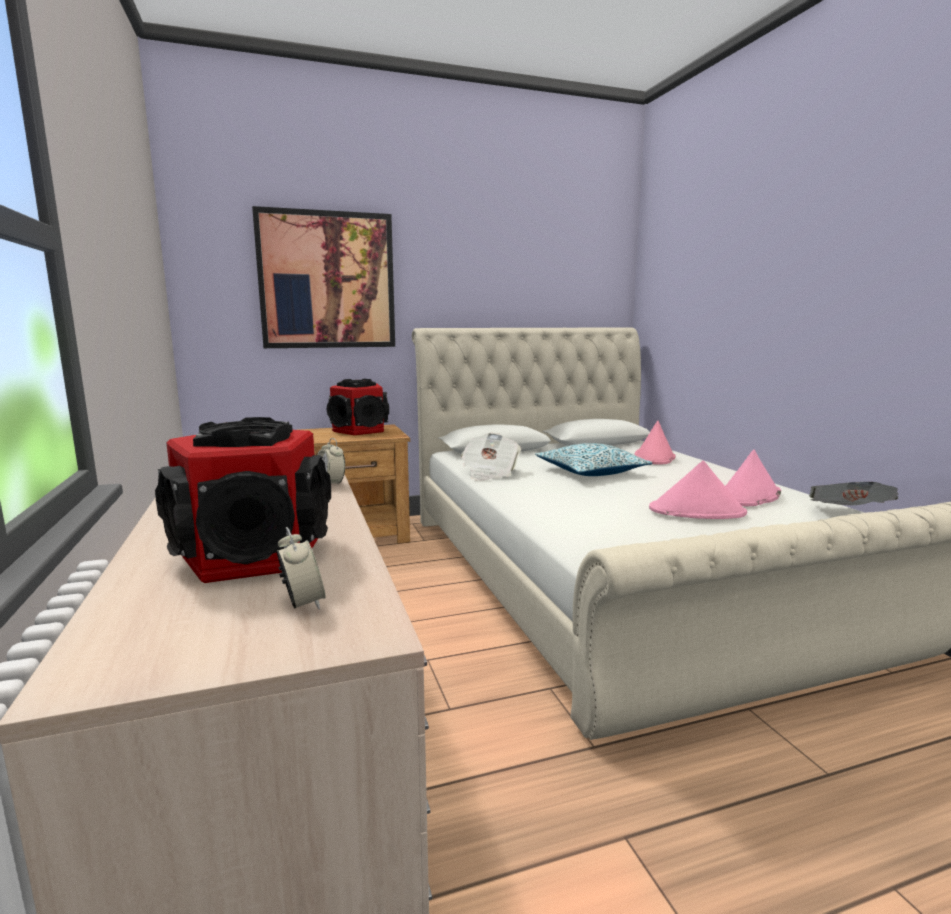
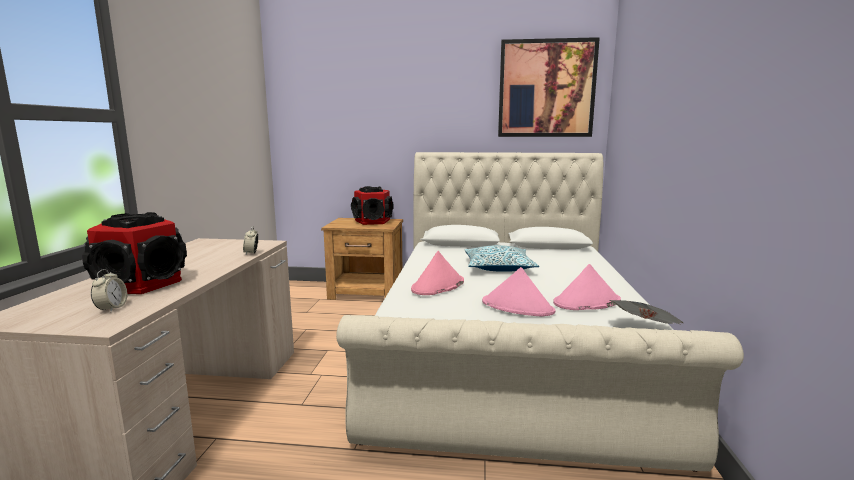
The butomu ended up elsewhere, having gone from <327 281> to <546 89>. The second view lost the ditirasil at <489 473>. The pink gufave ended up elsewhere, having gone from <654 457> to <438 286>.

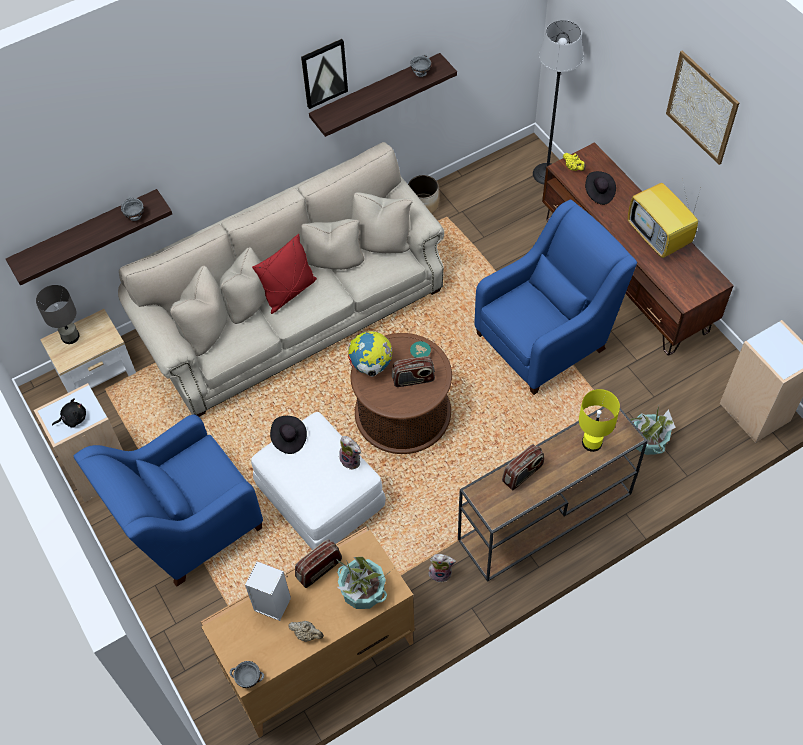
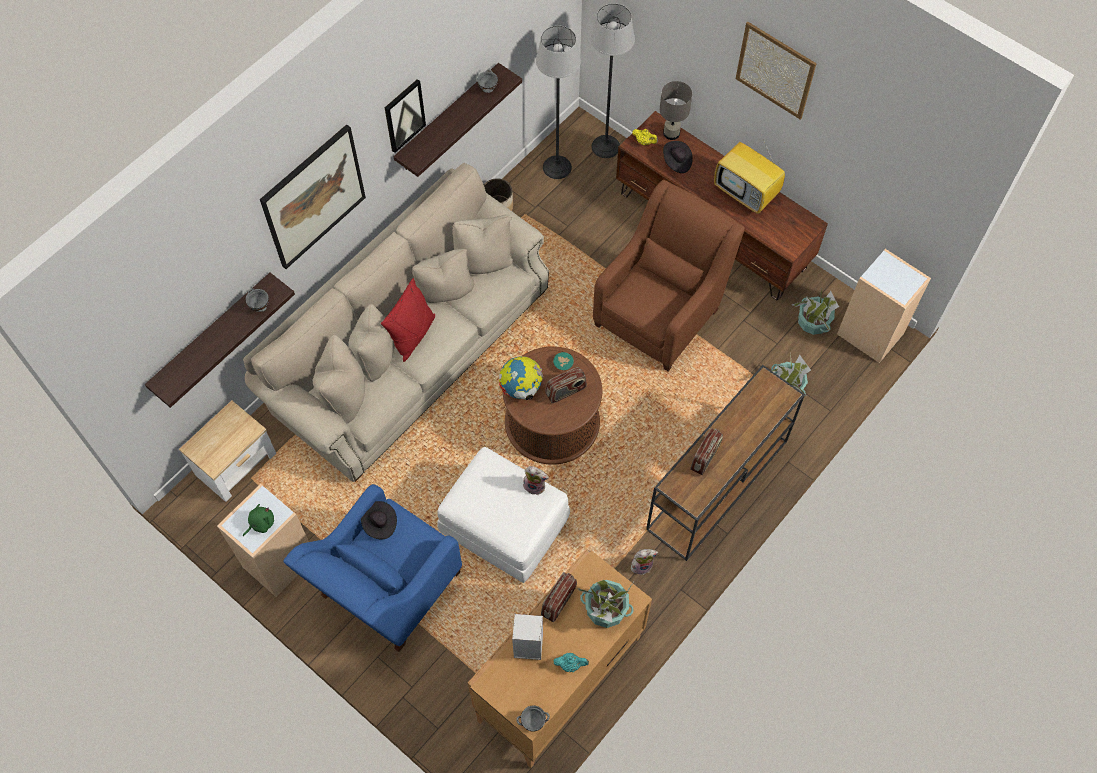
The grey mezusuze ended up elsewhere, having gone from <70 337> to <671 133>. What was the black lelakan at <73 418> turned into the green lelakan at <260 523>. The black gufave ended up elsewhere, having gone from <289 439> to <379 524>. What was the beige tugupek at <307 634> turned into the turquoise tugupek at <570 664>. What was the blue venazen at <546 338> turned into the brown venazen at <660 312>. The second view lost the yellow mezusuze at <592 442>. The second view gained the butomu at <313 197>. The second view gained the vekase at <557 167>. The second view gained the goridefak at <813 322>.

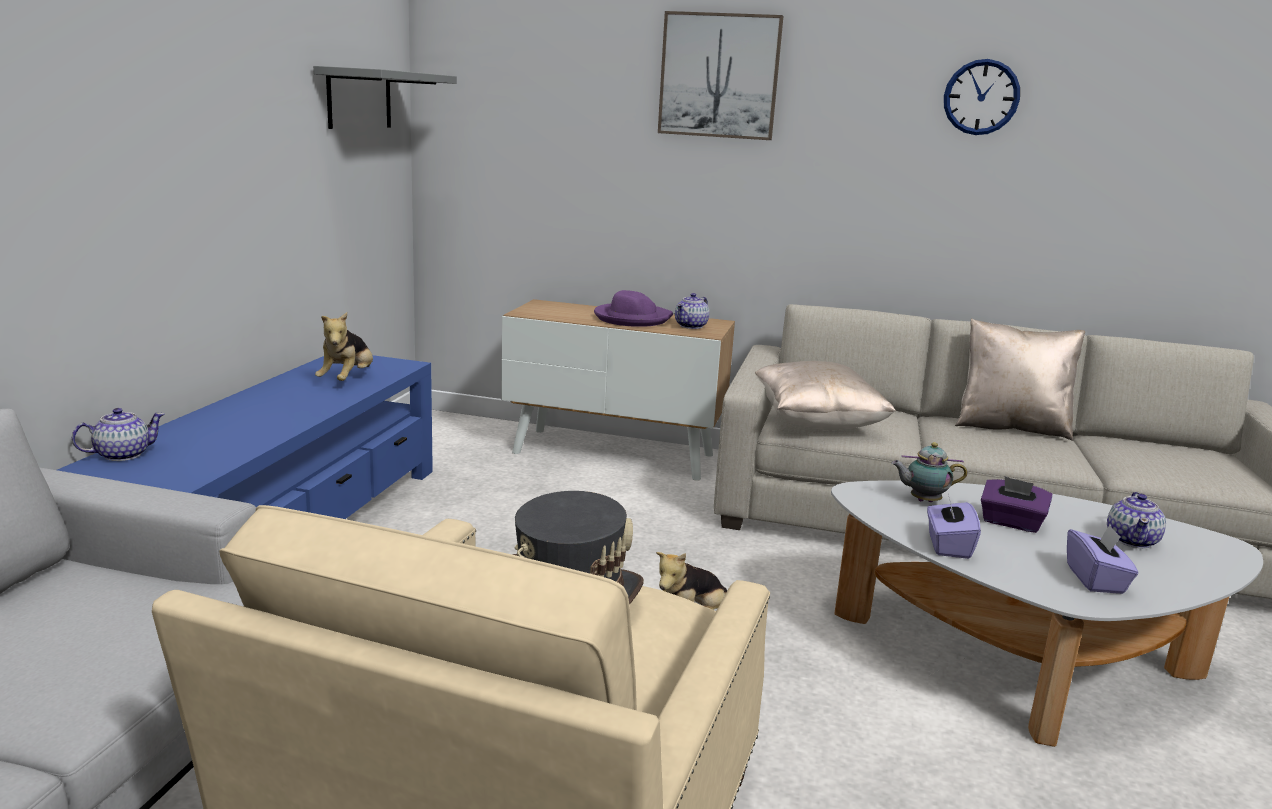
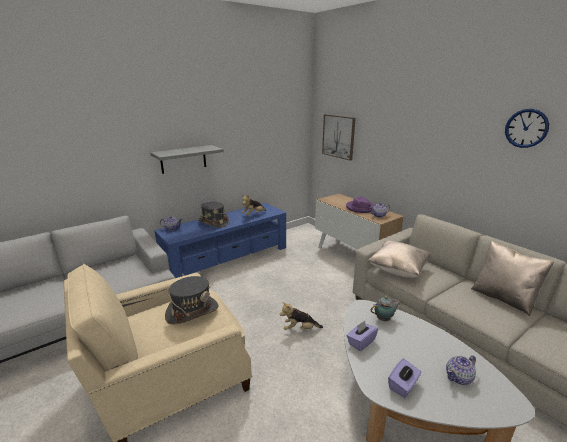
The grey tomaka ended up elsewhere, having gone from <359 99> to <183 159>. The butomu ended up elsewhere, having gone from <719 76> to <338 136>. The tugupek at <922 501> ended up facing another way, 120 degrees clockwise from before. The second view lost the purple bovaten at <1011 523>. The second view gained the grey gufave at <213 222>.

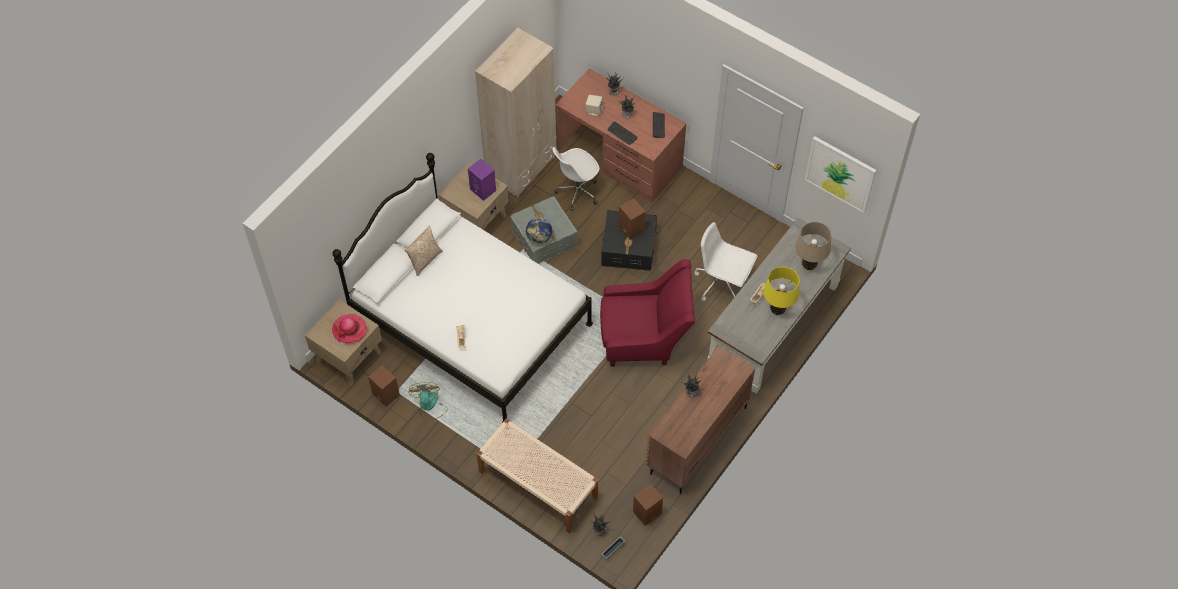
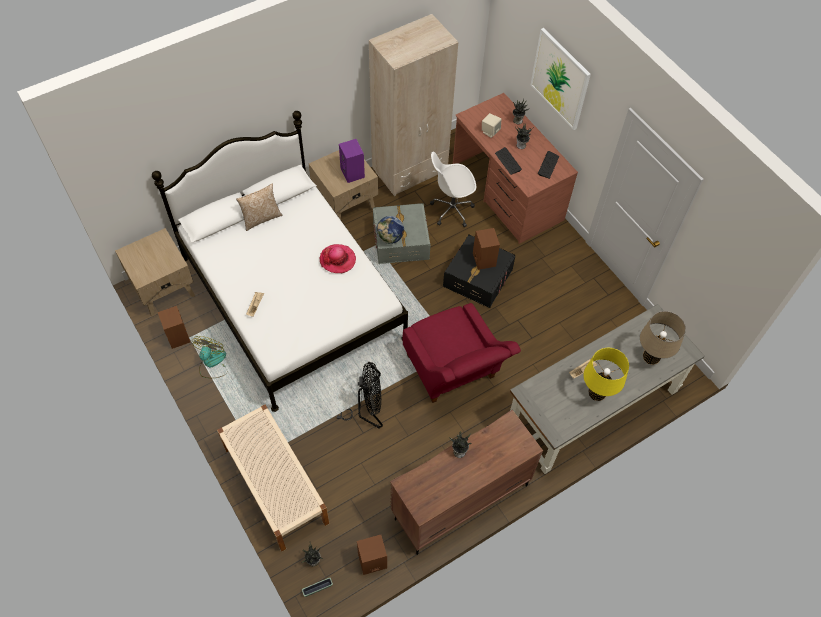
The gufave ended up elsewhere, having gone from <349 329> to <337 260>. The red venazen at <644 338> ended up facing another way, 45 degrees clockwise from before. The second view lost the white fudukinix at <722 285>. The butomu ended up elsewhere, having gone from <840 174> to <560 79>. The second view gained the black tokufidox at <366 405>.

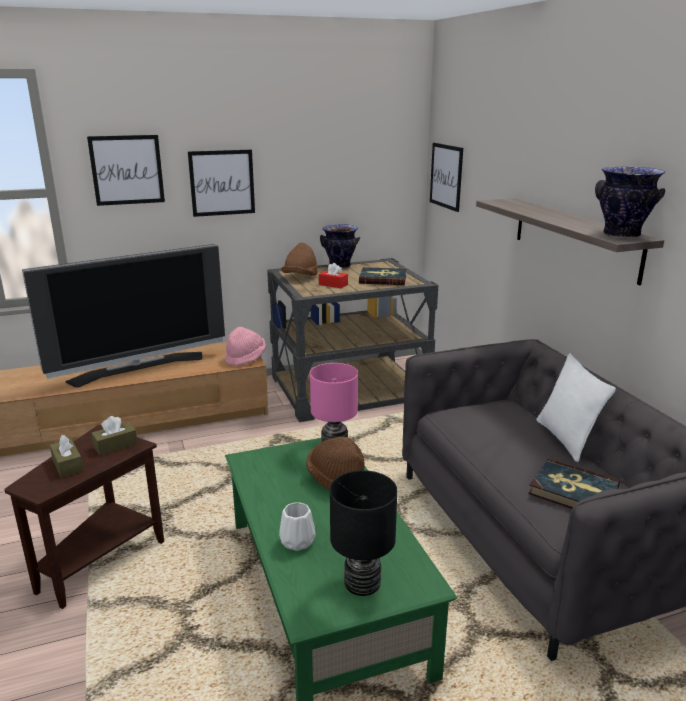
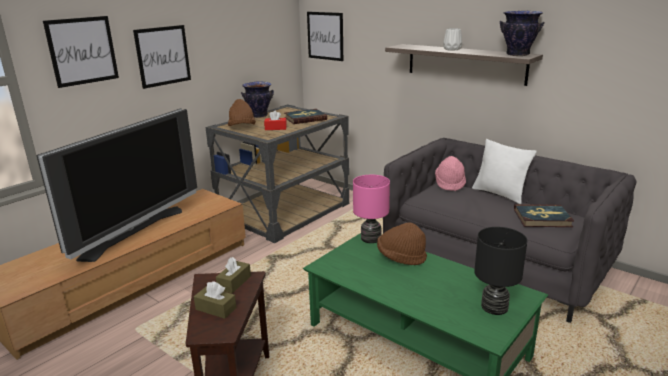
The pink gufave ended up elsewhere, having gone from <245 358> to <450 184>. The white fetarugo ended up elsewhere, having gone from <297 542> to <452 49>.

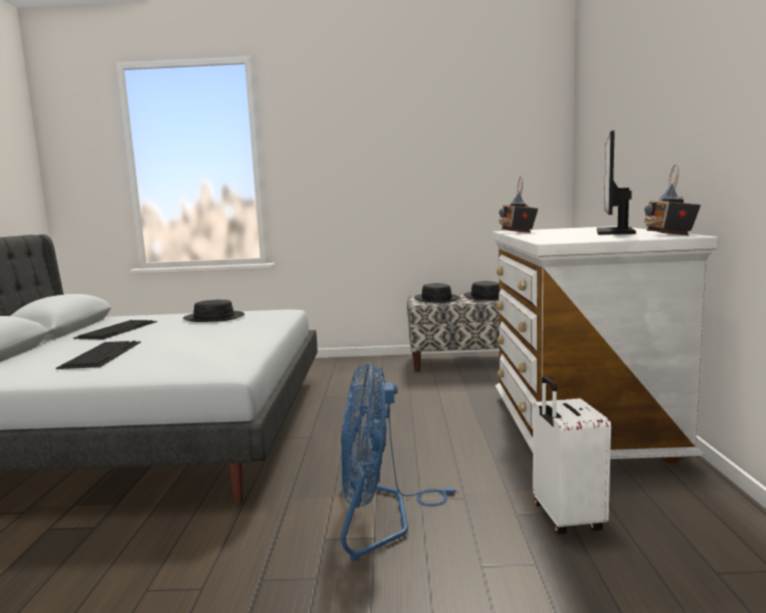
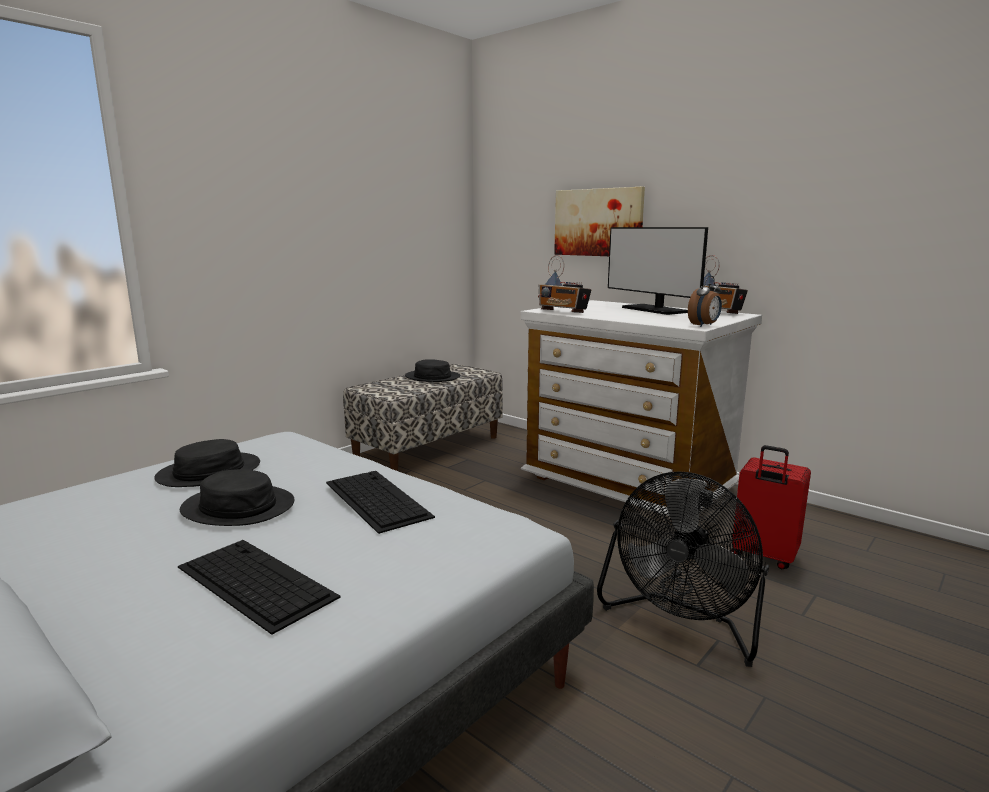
The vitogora ended up elsewhere, having gone from <118 329> to <375 499>. What was the blue tokufidox at <382 513> turned into the black tokufidox at <678 618>. The black gufave ended up elsewhere, having gone from <436 299> to <238 507>. What was the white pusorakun at <565 519> turned into the red pusorakun at <763 556>. The second view gained the butomu at <598 222>. The second view gained the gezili at <704 325>.

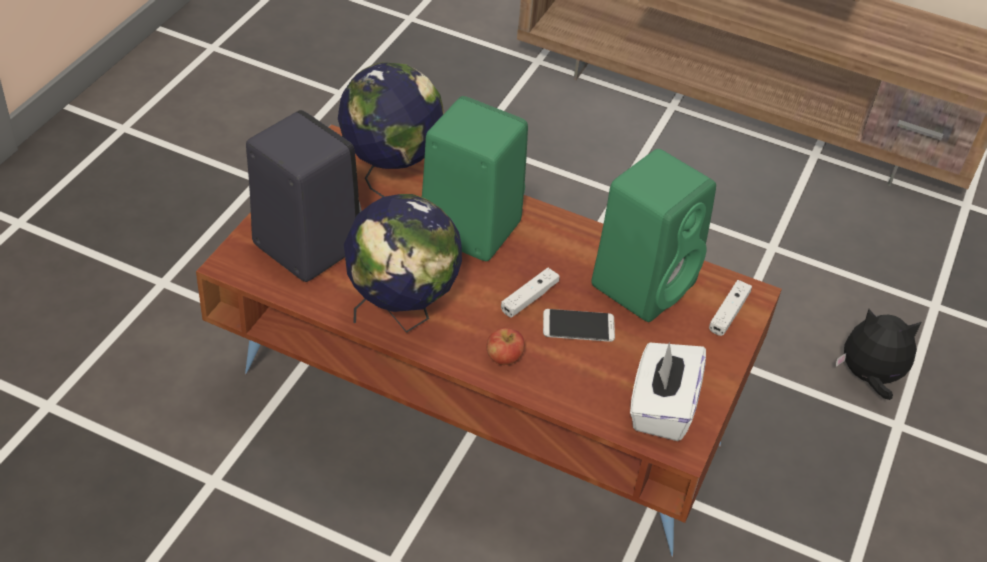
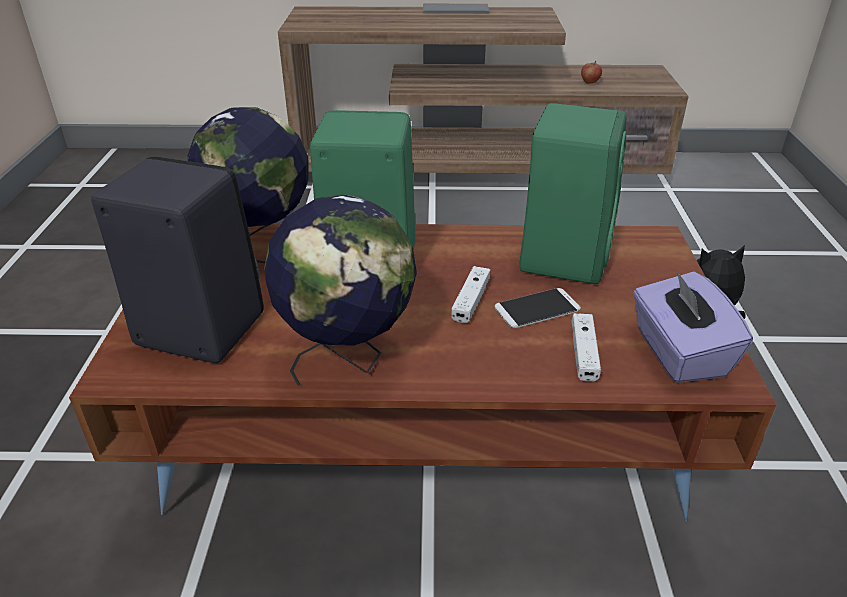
The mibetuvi ended up elsewhere, having gone from <503 358> to <589 82>. What was the white bovaten at <661 408> turned into the purple bovaten at <678 353>. The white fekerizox ended up elsewhere, having gone from <728 313> to <583 353>.

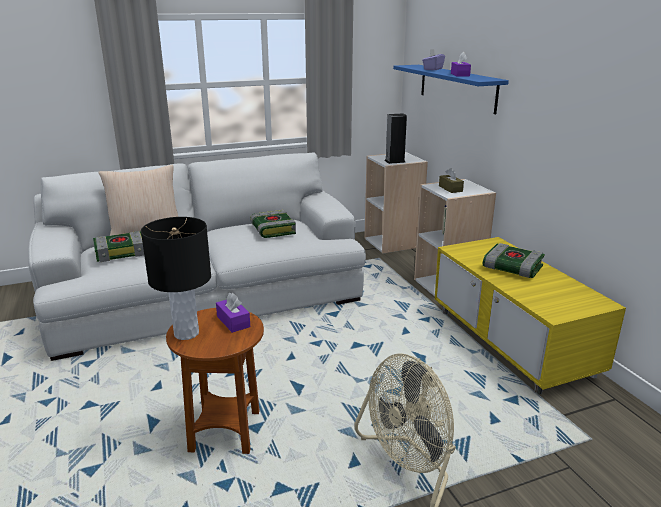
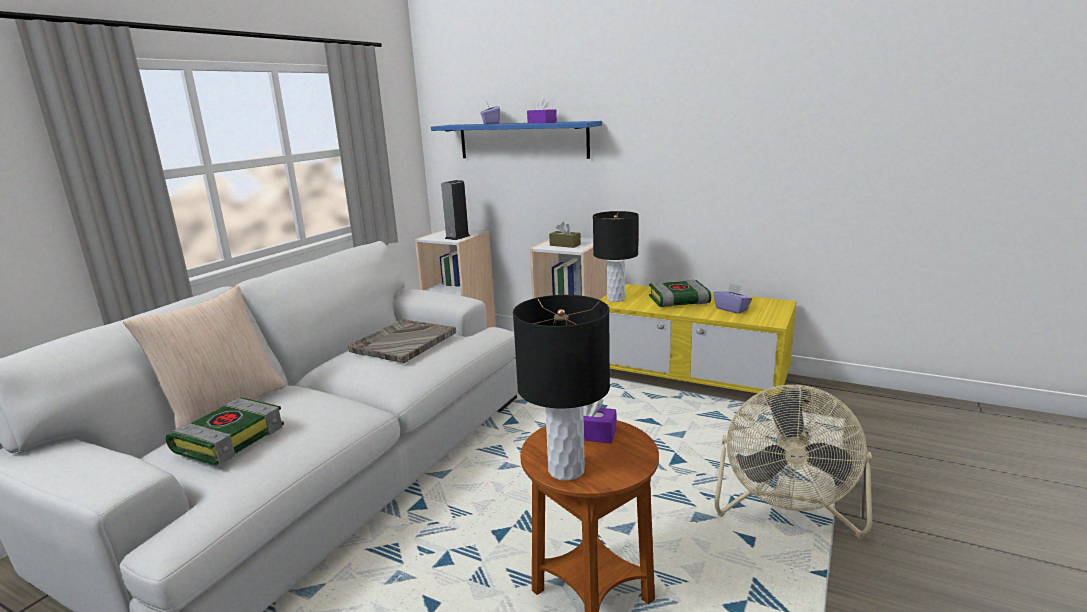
Where the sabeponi stood at <272 229>, the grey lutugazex came to stand at <403 342>. The second view gained the black mezusuze at <615 299>. The second view gained the purple bovaten at <732 309>.

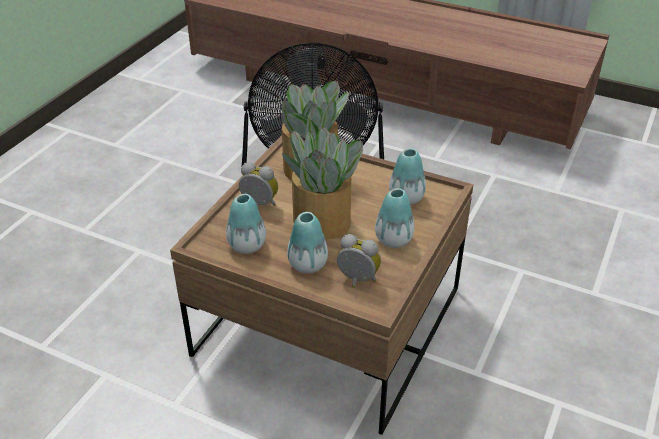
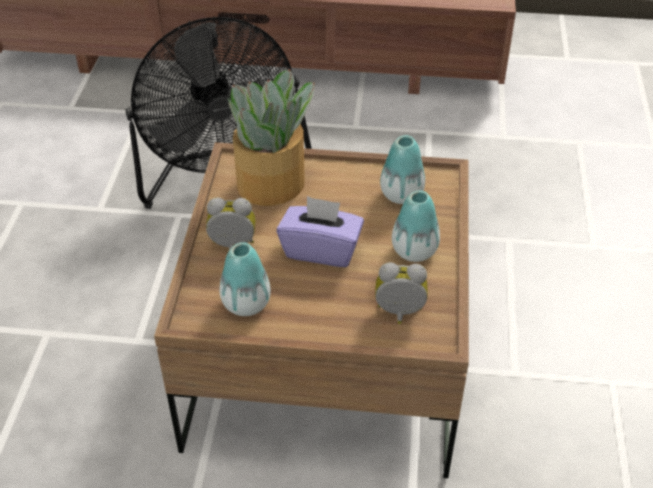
Where the goridefak stood at <322 222>, the purple bovaten came to stand at <321 250>. The second view lost the fetarugo at <308 265>.

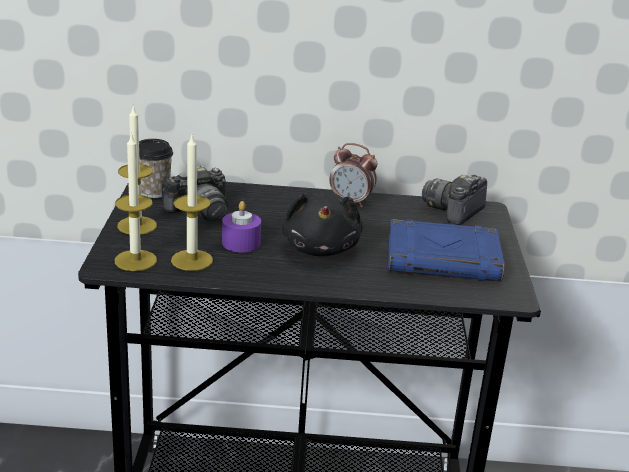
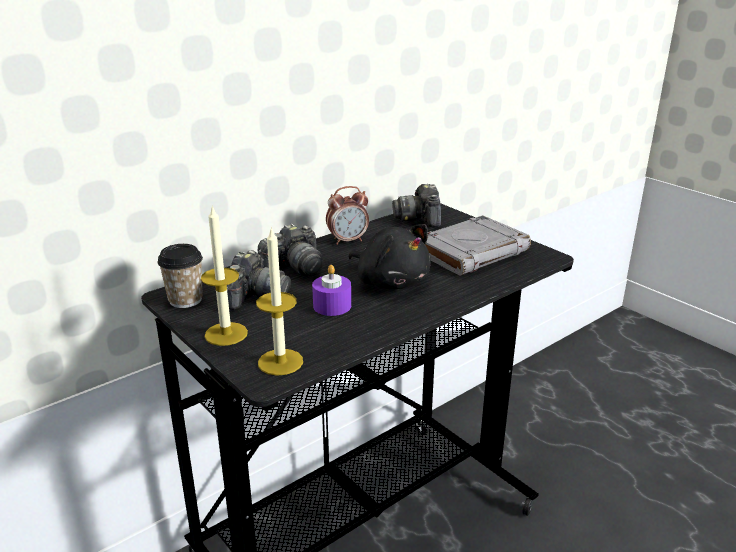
The second view lost the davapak at <192 260>. What was the blue sabeponi at <444 259> turned into the grey sabeponi at <472 252>. The second view gained the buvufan at <294 268>.

